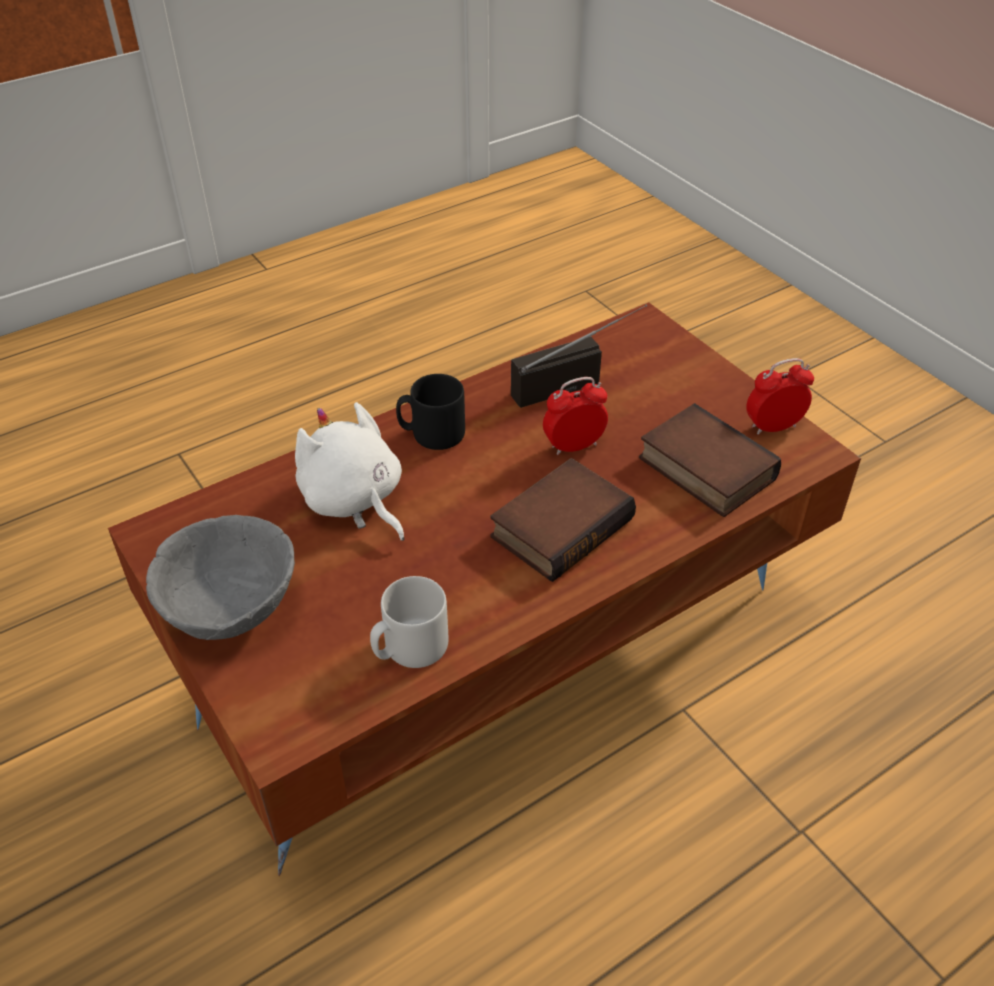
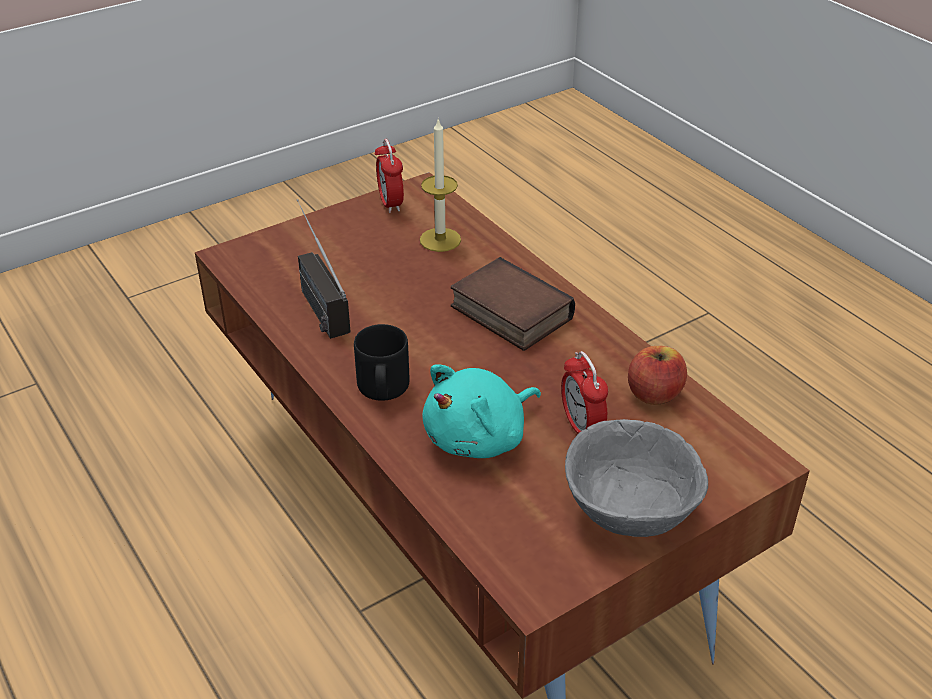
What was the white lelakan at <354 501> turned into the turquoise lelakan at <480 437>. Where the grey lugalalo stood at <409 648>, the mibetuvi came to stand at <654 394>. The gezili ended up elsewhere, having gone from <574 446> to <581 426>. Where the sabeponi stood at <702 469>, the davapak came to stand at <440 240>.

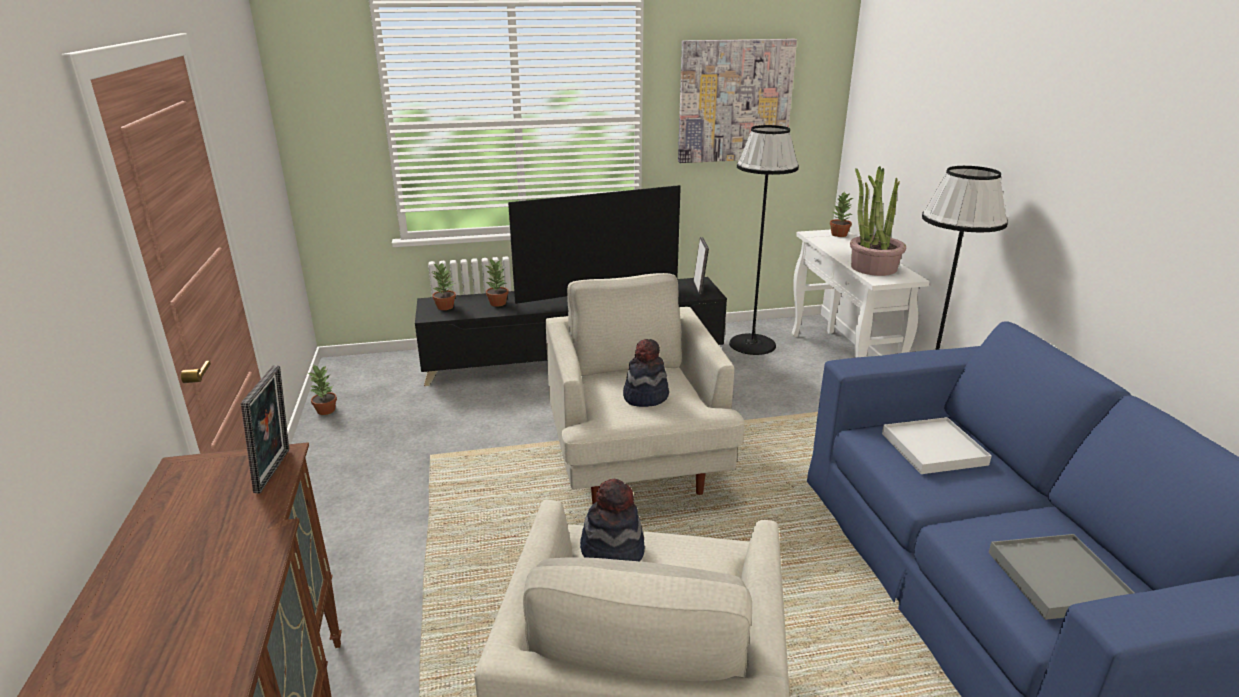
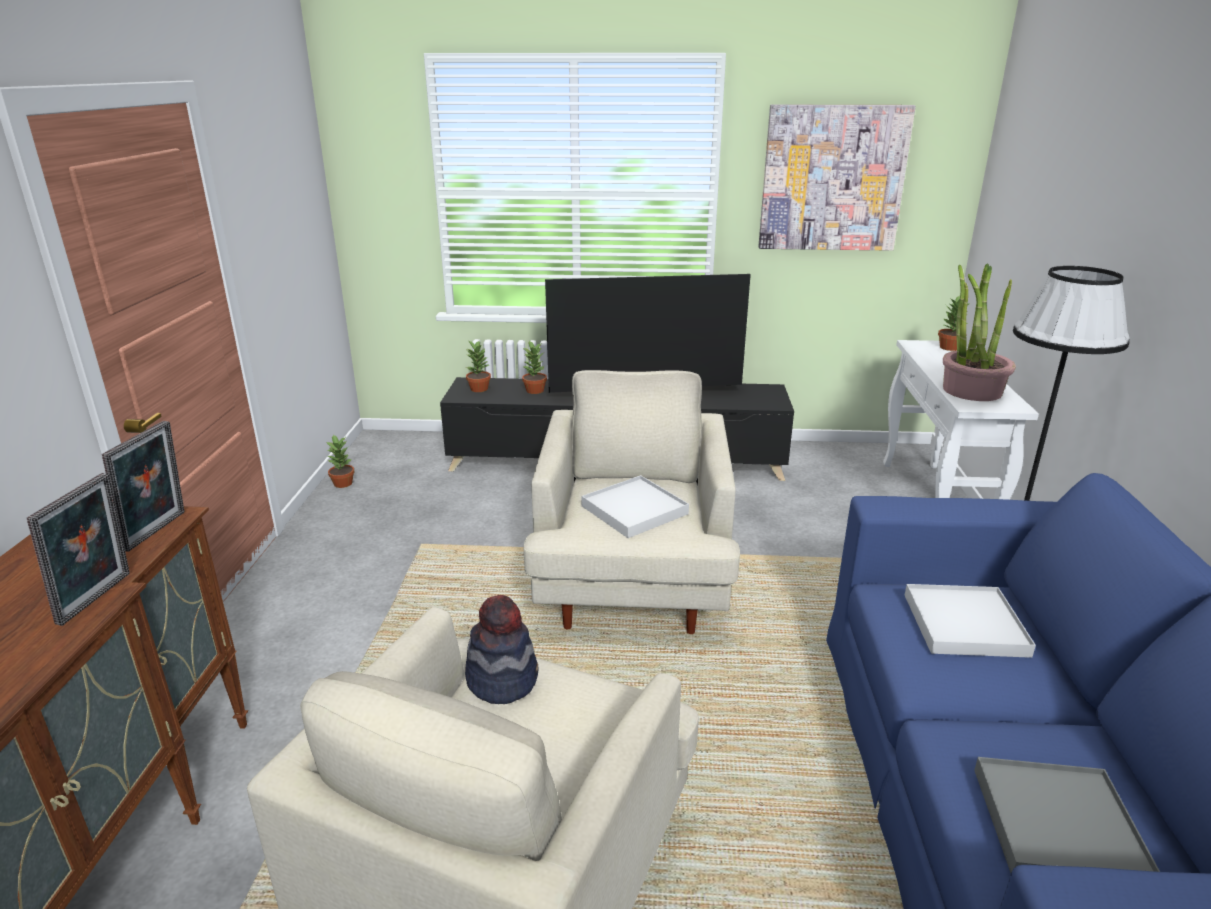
Where the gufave stood at <645 396>, the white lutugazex came to stand at <634 510>. The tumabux ended up elsewhere, having gone from <699 287> to <99 598>. The second view lost the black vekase at <752 344>.

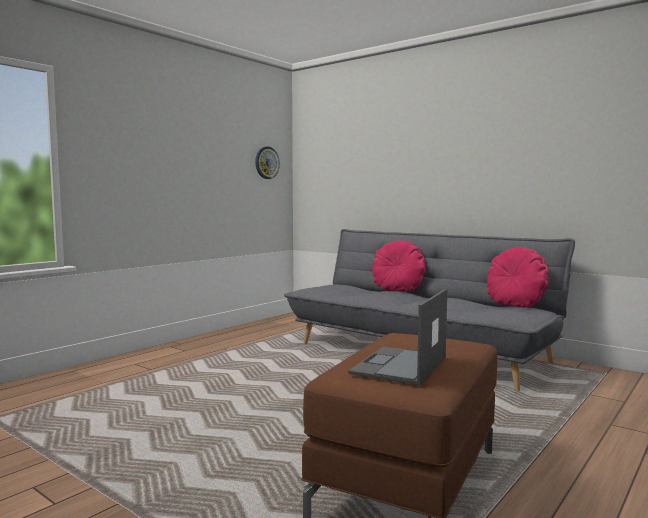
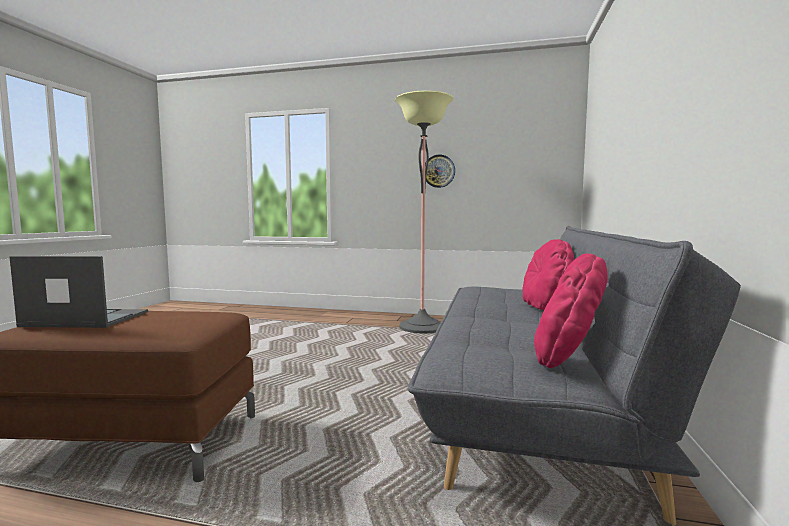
The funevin ended up elsewhere, having gone from <266 163> to <439 171>. The second view gained the vekase at <422 327>.

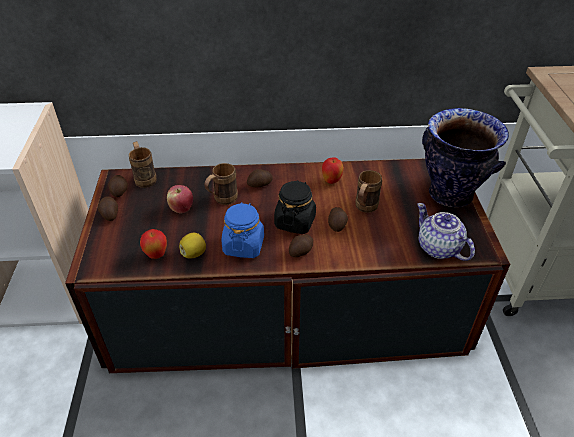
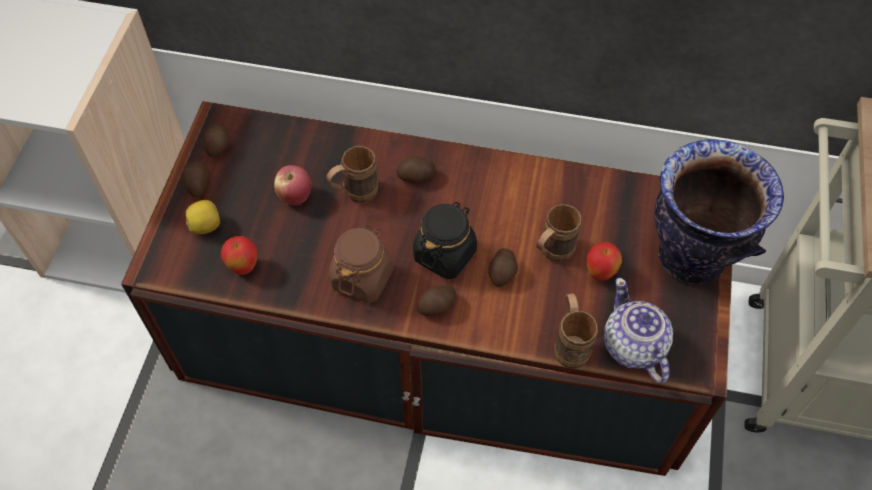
The brown lugalalo ended up elsewhere, having gone from <144 177> to <569 343>. The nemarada ended up elsewhere, having gone from <194 253> to <206 226>. What was the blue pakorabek at <243 245> turned into the brown pakorabek at <362 278>. The mibetuvi ended up elsewhere, having gone from <331 181> to <600 273>.

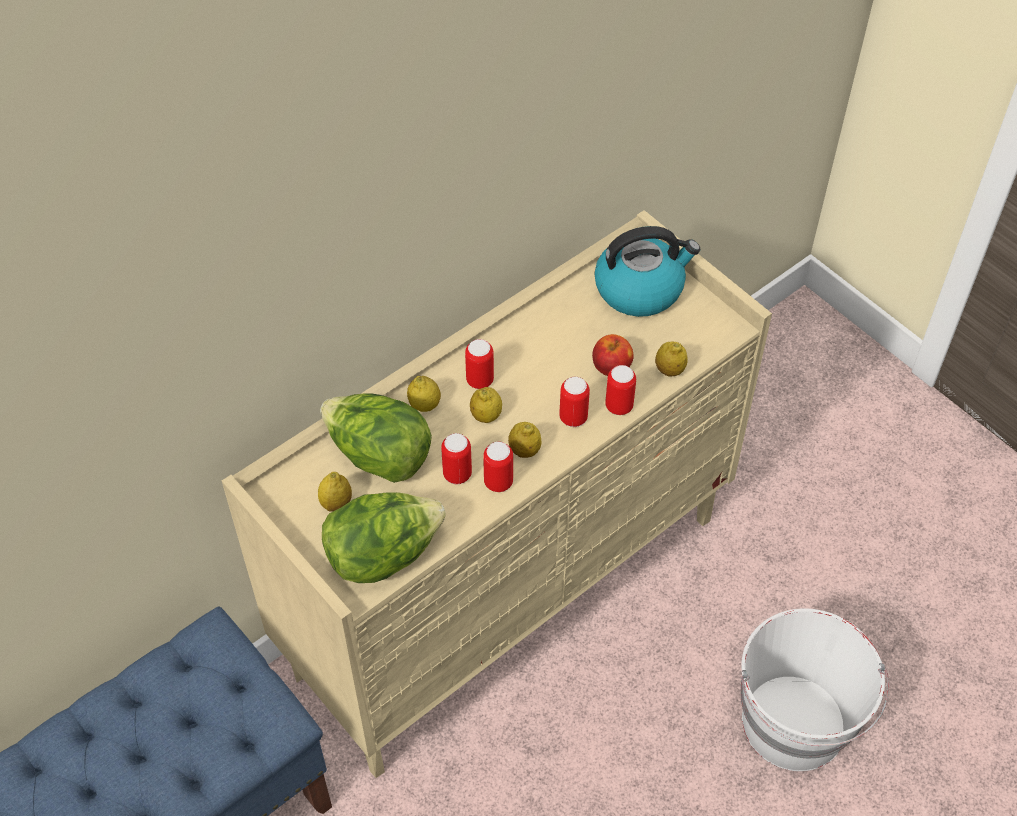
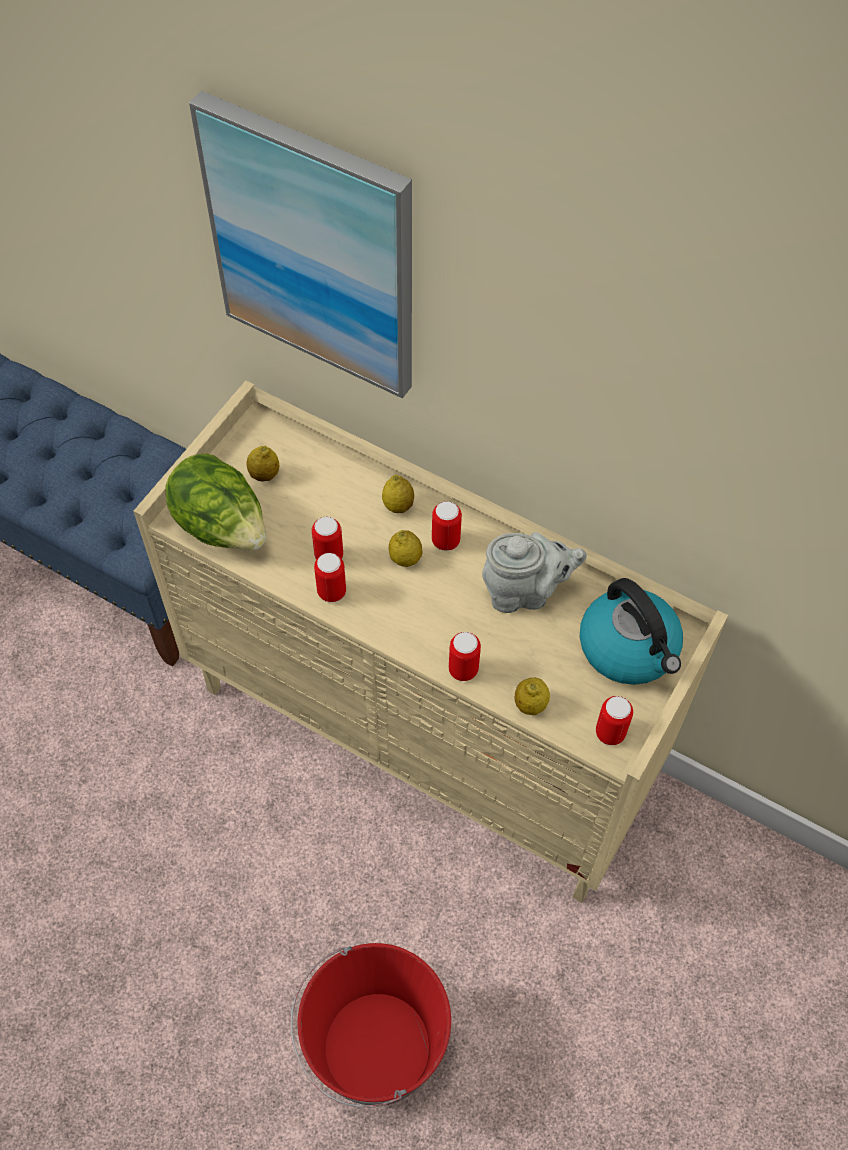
The second view lost the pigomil at <379 456>. The second view lost the nemarada at <524 450>. The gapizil ended up elsewhere, having gone from <573 418> to <610 733>. The second view lost the mibetuvi at <611 368>. What was the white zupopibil at <795 724> turned into the red zupopibil at <375 1049>. The second view gained the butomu at <314 248>. The second view gained the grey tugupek at <524 592>.

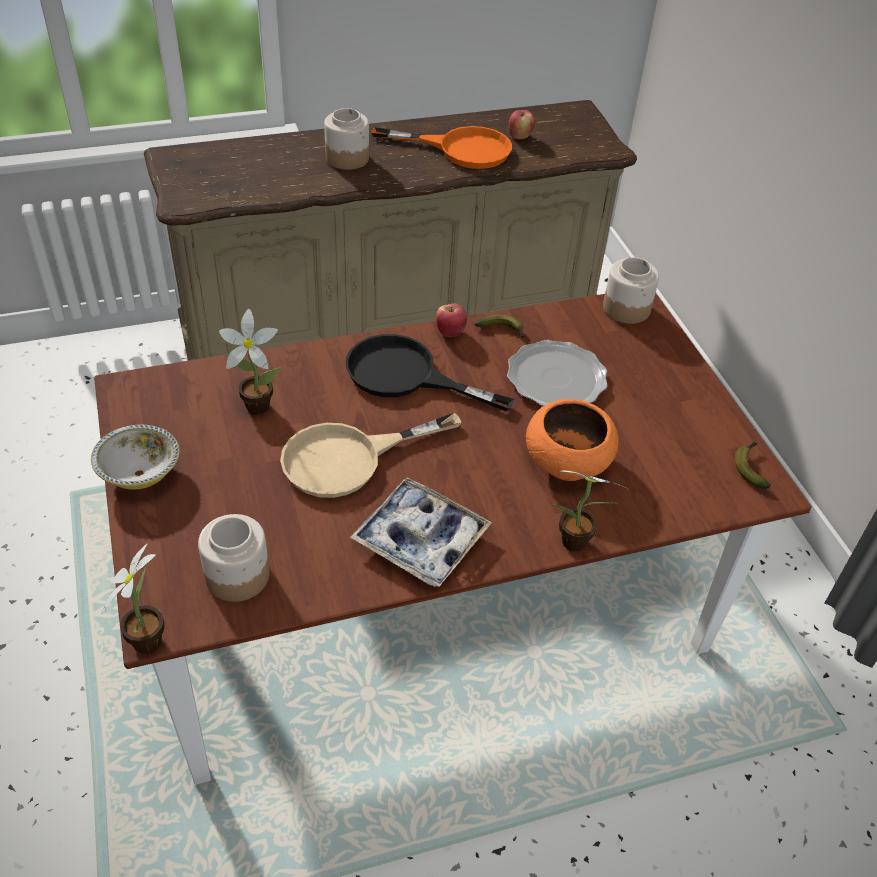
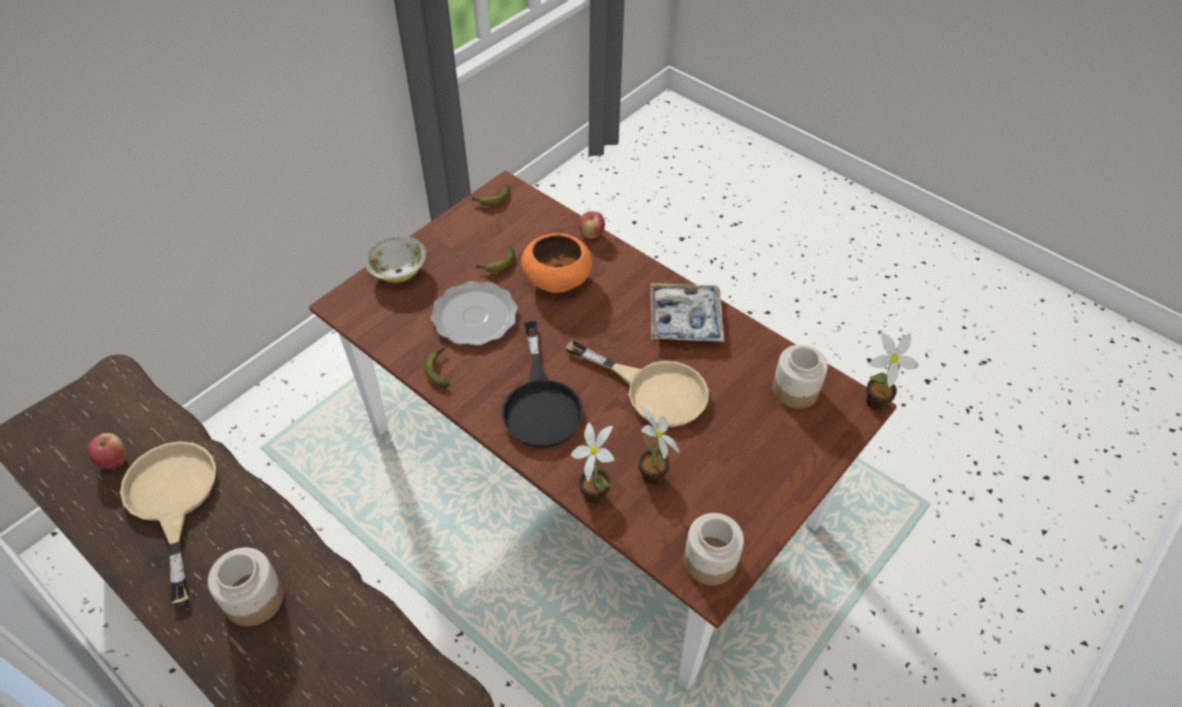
The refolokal ended up elsewhere, having gone from <140 473> to <398 271>. What was the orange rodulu at <461 149> turned into the beige rodulu at <173 500>. The mibetuvi ended up elsewhere, having gone from <450 332> to <591 234>. The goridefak ended up elsewhere, having gone from <578 544> to <594 491>. The pakorabek ended up elsewhere, having gone from <626 308> to <709 560>. The second view gained the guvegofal at <497 265>.

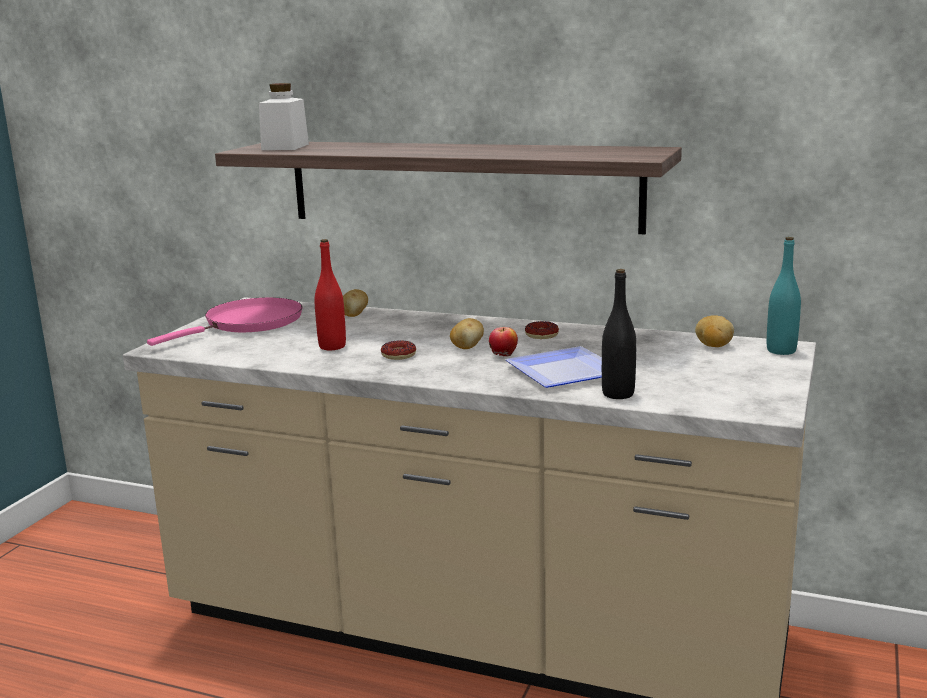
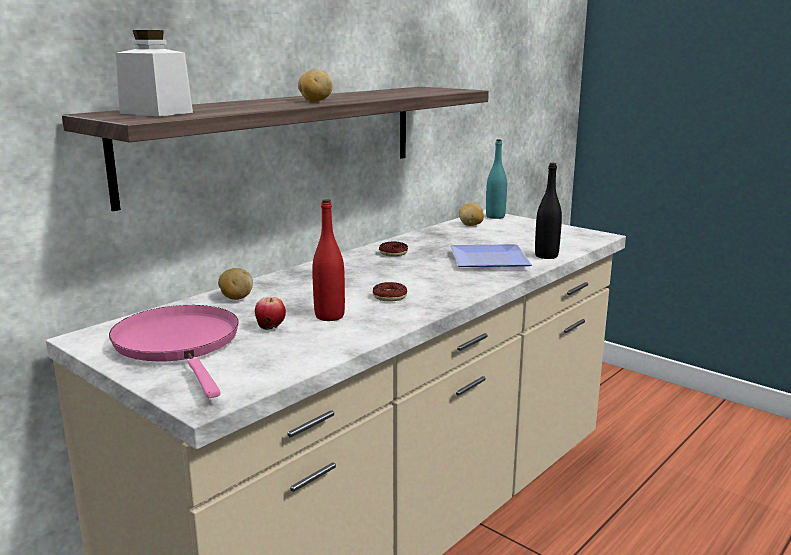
The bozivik ended up elsewhere, having gone from <467 348> to <315 101>. The mibetuvi ended up elsewhere, having gone from <503 356> to <271 328>.

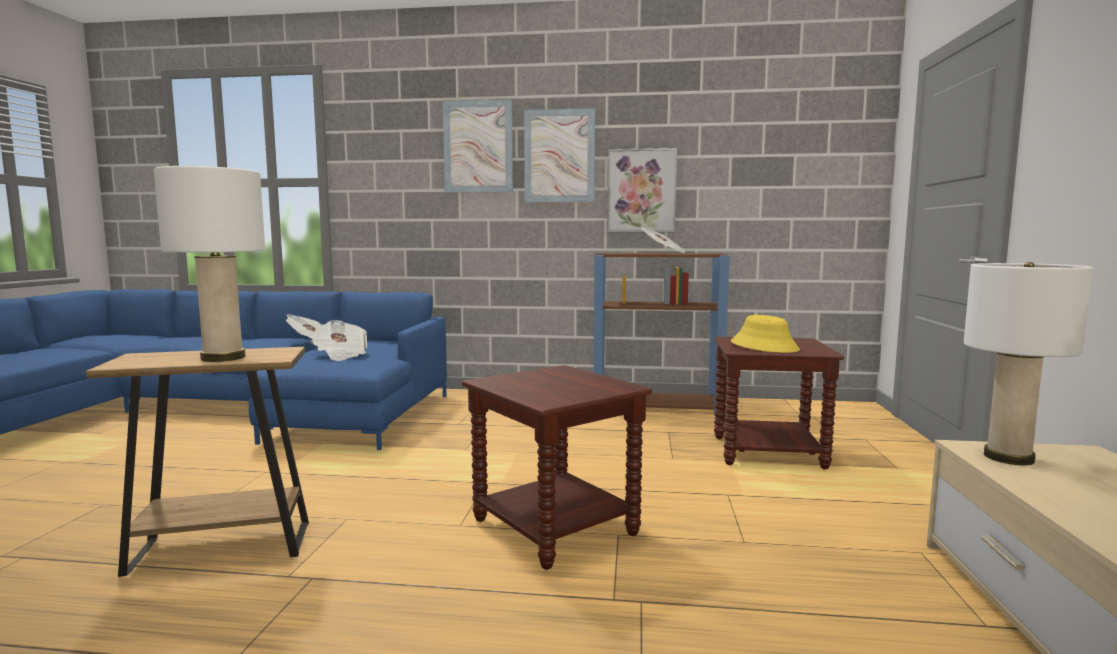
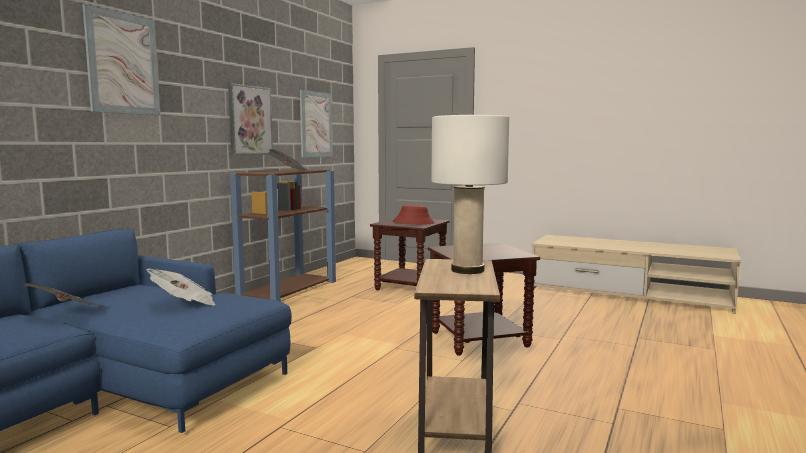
The butomu ended up elsewhere, having gone from <559 156> to <316 124>. What was the yellow gufave at <764 346> turned into the red gufave at <413 223>. The second view lost the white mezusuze at <1009 458>.

